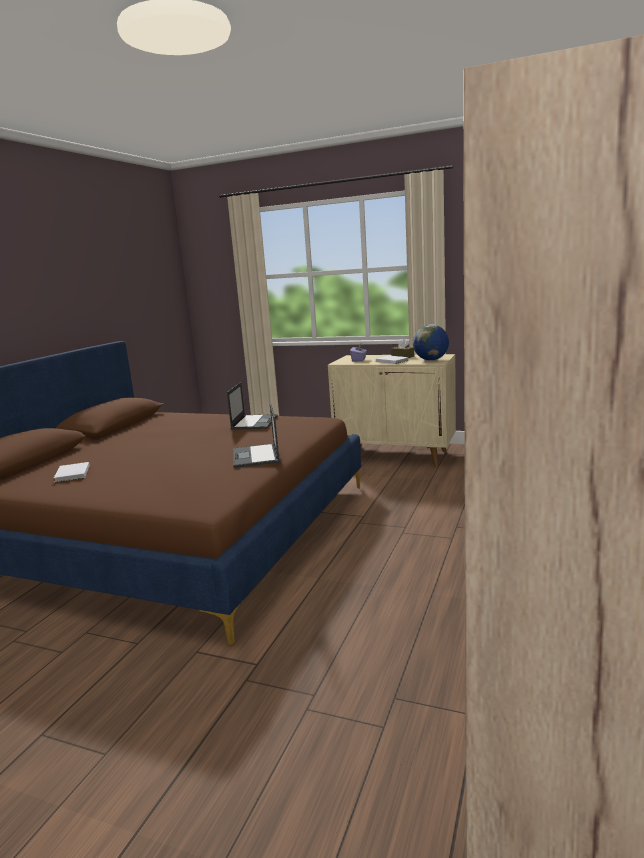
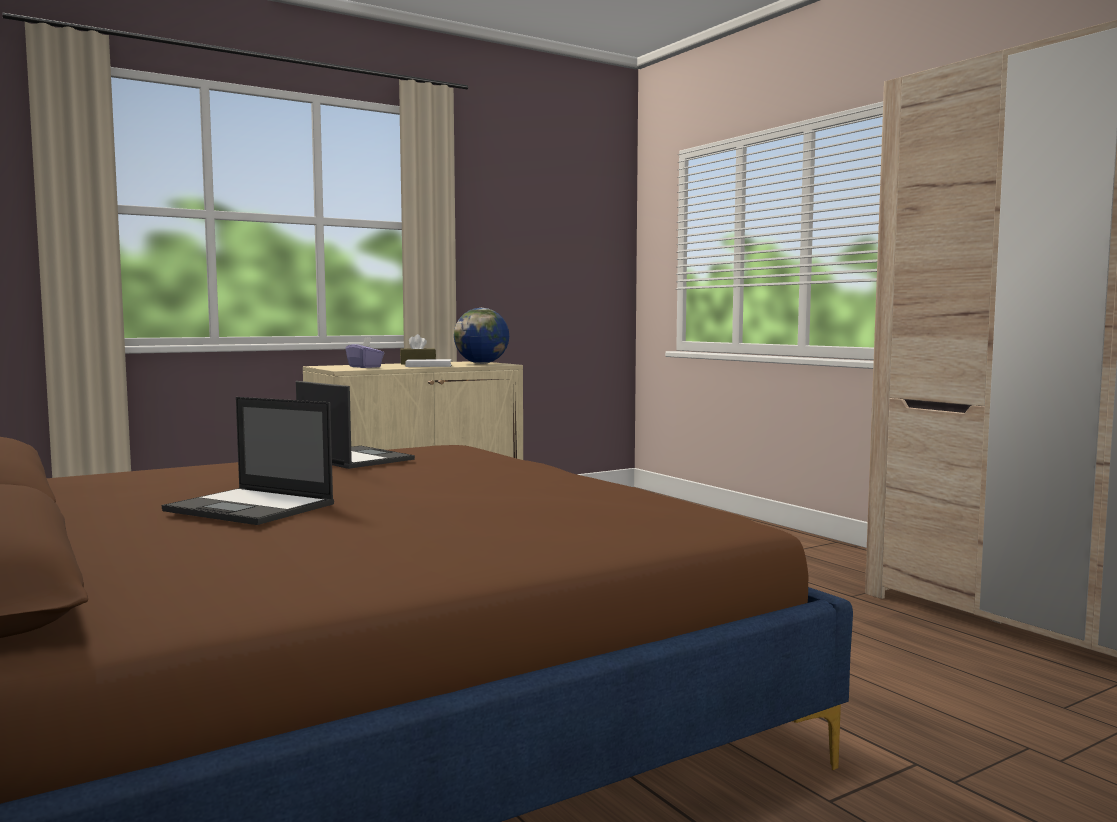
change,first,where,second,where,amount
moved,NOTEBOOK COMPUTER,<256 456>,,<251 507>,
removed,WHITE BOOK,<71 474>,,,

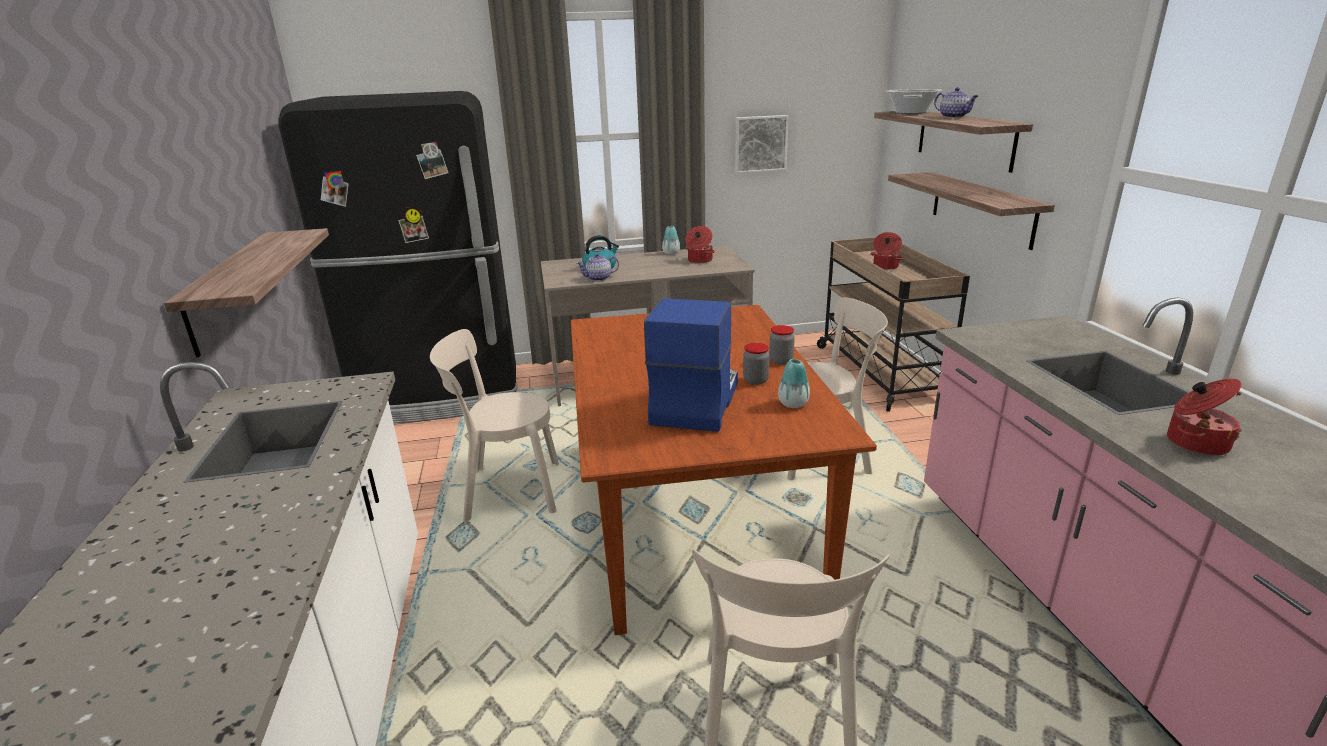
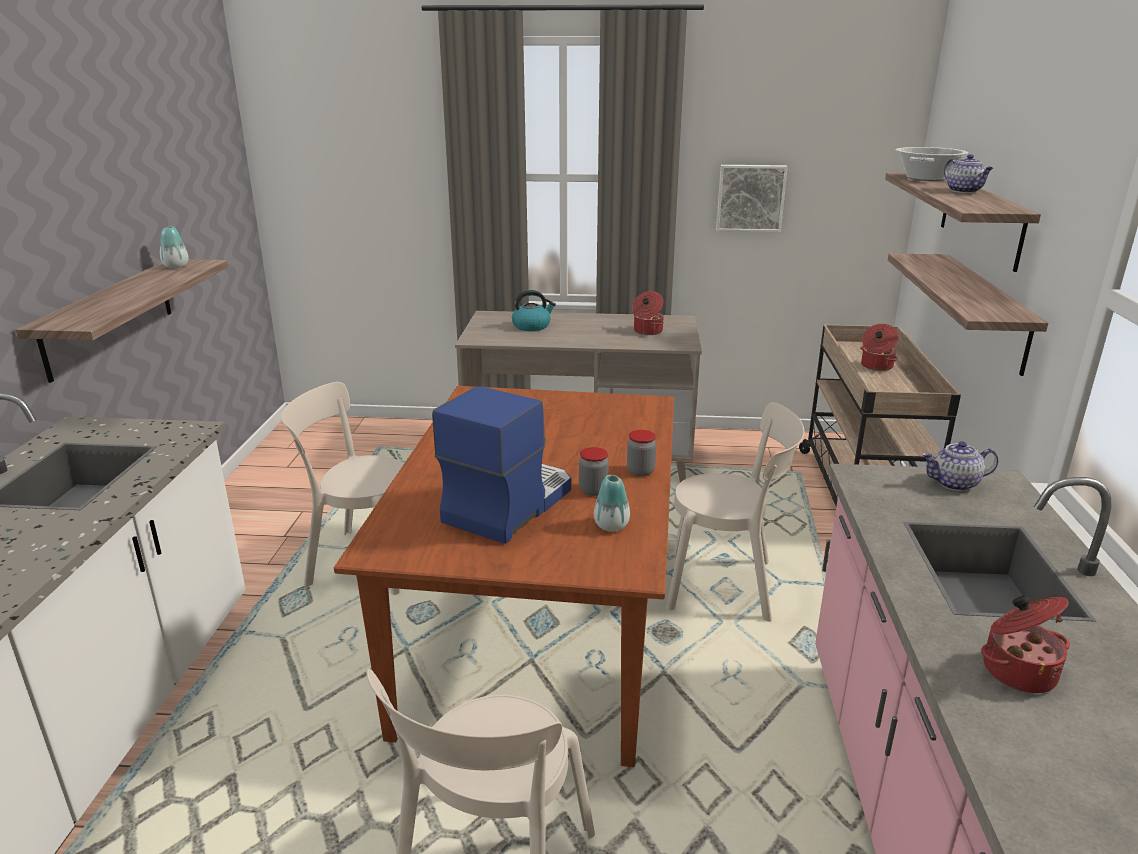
change,first,where,second,where,amount
moved,FLOWER VASE,<671 253>,,<176 266>,
moved,POT FOR TEA,<598 278>,,<954 484>,
removed,BLACKISH FRIDGE,<440 394>,,,

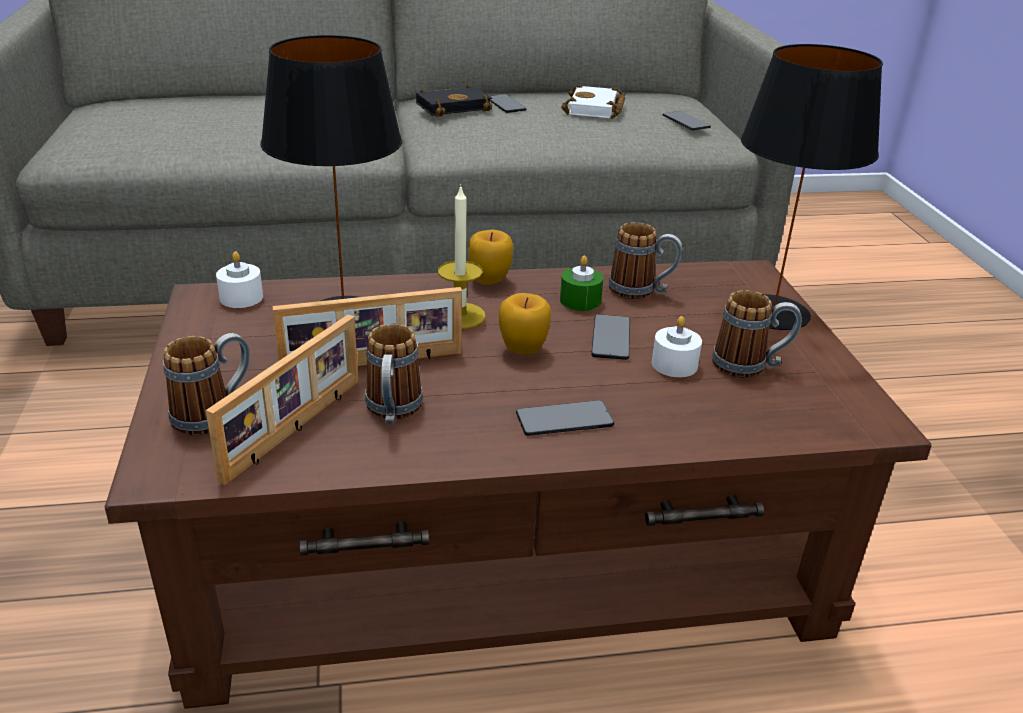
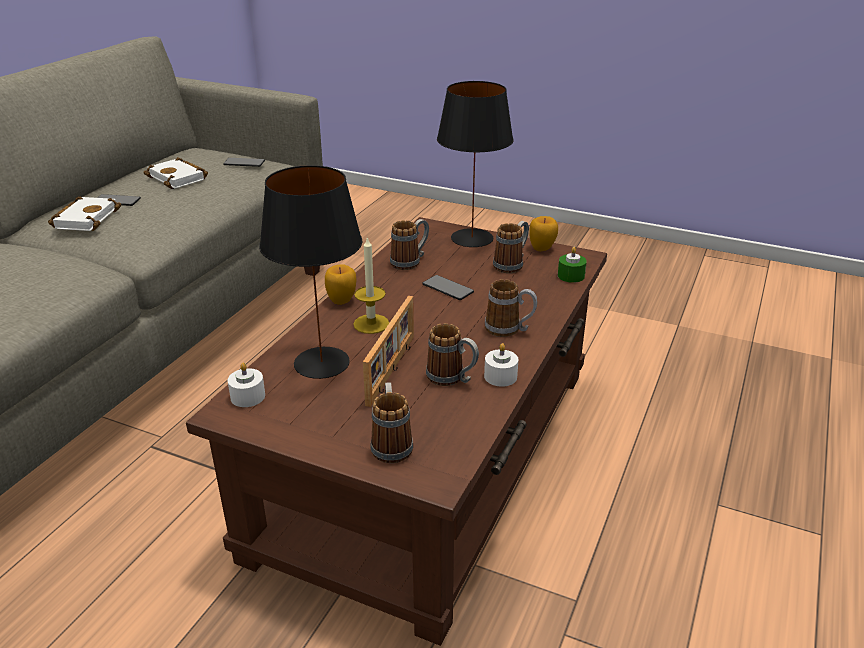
change,first,where,second,where,amount
recoloured,BLACKISH BOOK,<454 106>,WHITE BOOK,<85 218>,
moved,WHITE WAX LIGHT,<674 364>,,<500 376>,
replaced,PHONE,<564 420>,MUG,<509 330>,
moved,WHOLE APPLE,<523 350>,,<542 248>,
moved,GREEN WAX LIGHT,<580 300>,,<571 276>,
removed,PICTURE FRAME,<296 429>,,,

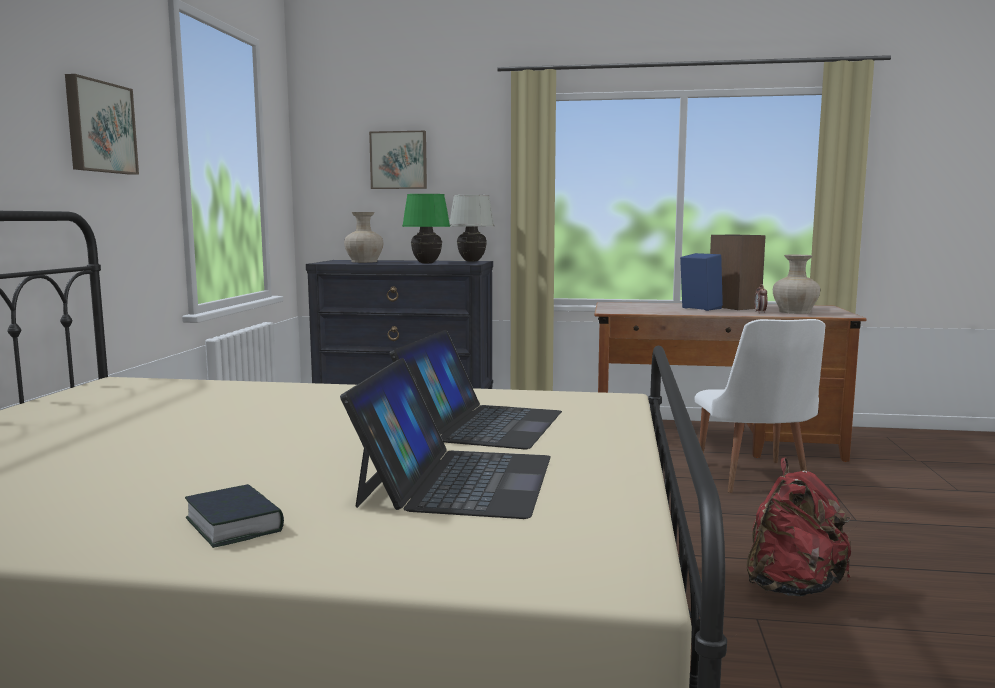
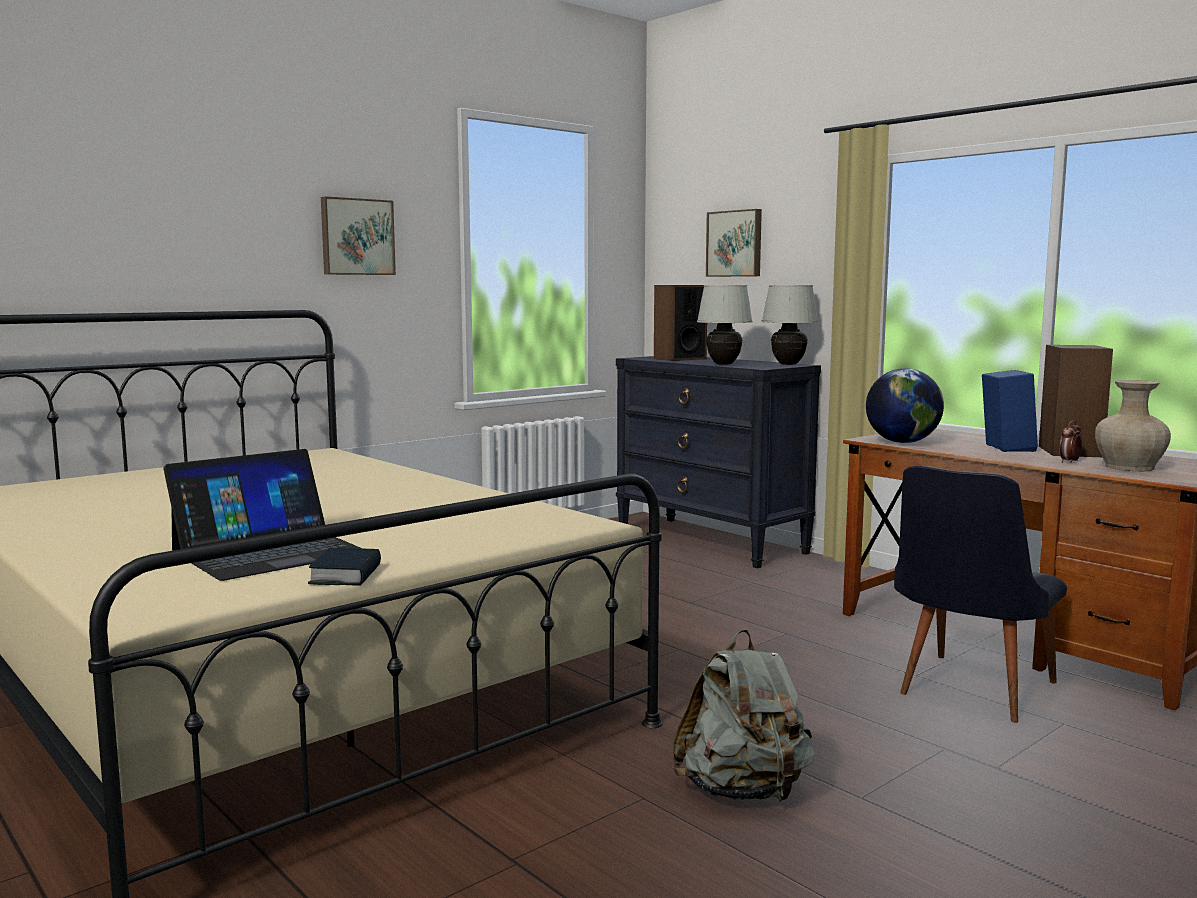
change,first,where,second,where,amount
moved,BOOK,<234 525>,,<346 575>,
replaced,SAND-COLOURED FLOWER VASE,<364 261>,LOUDSPEAKER,<679 359>,
recoloured,RED-COLOURED RUCKSACK,<792 587>,GREYISH RUCKSACK,<743 791>,
recoloured,GREEN TABLE LAMP,<427 263>,WHITE TABLE LAMP,<724 364>,
added,,,WORLD GLOBE,<902 442>,
recoloured,WHITE PLAIN CHAIR,<755 480>,BLACKISH PLAIN CHAIR,<968 692>,
removed,NOTEBOOK COMPUTER,<481 424>,,,

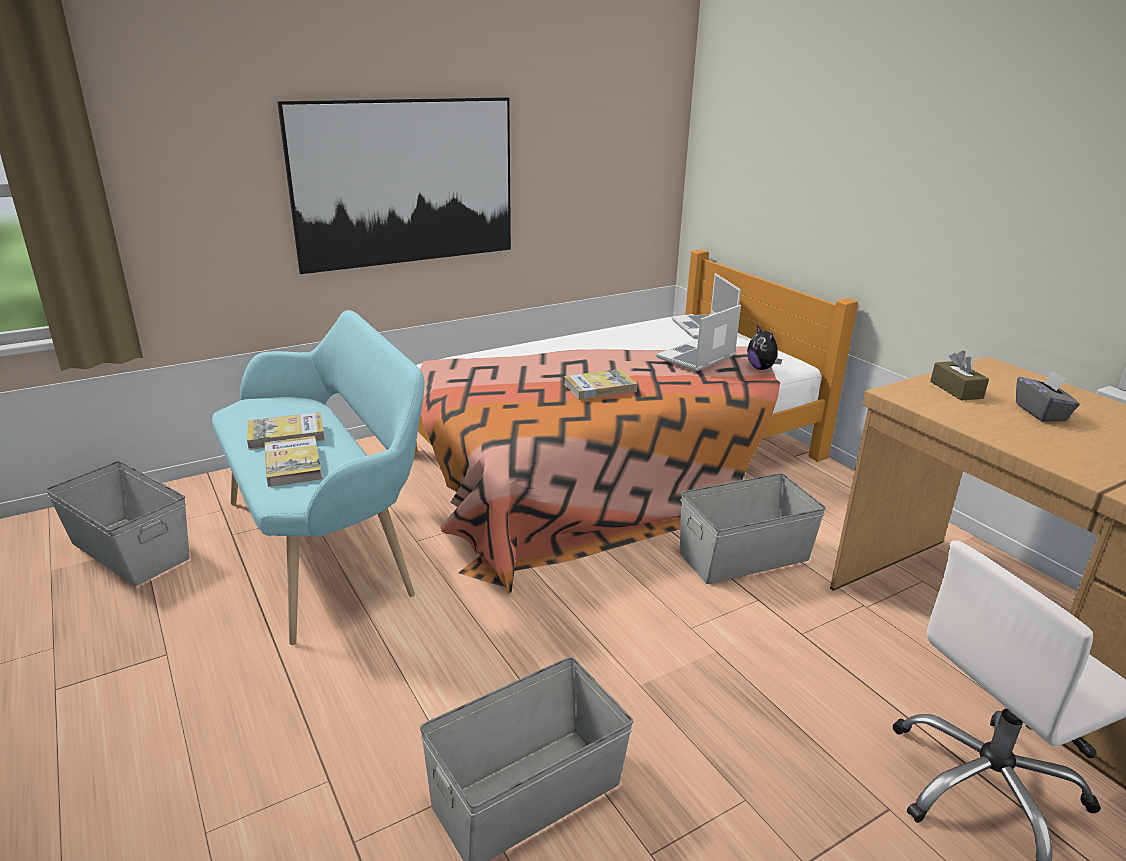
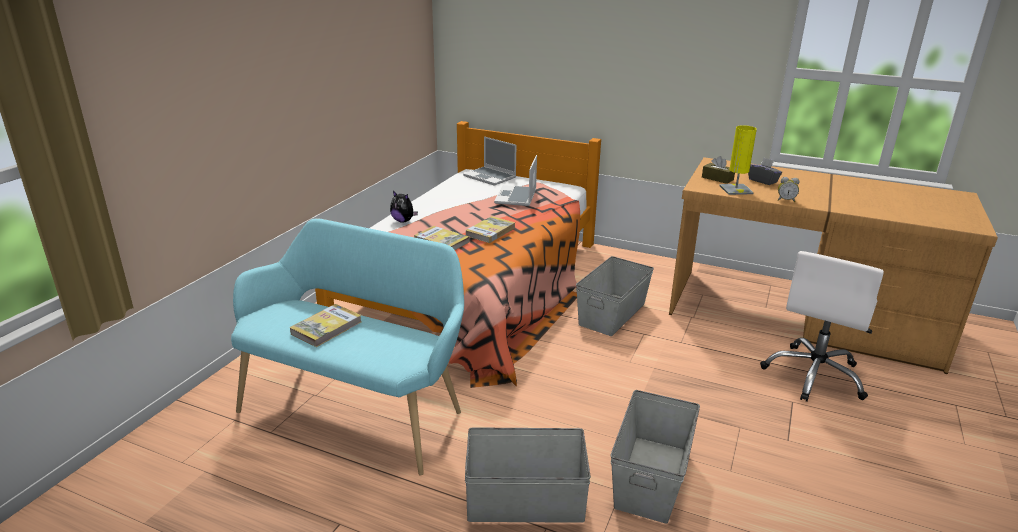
change,first,where,second,where,amount
moved,SOFT TOY,<761 368>,,<403 221>,
moved,BOOK,<293 464>,,<441 241>,
moved,GREYISH STORAGE BOX,<130 549>,,<524 500>,
added,,,YELLOWISH TABLE LAMP,<736 190>,
added,,,BEDSIDE CLOCK,<785 200>,
removed,WALL PICTURE,<405 183>,,,

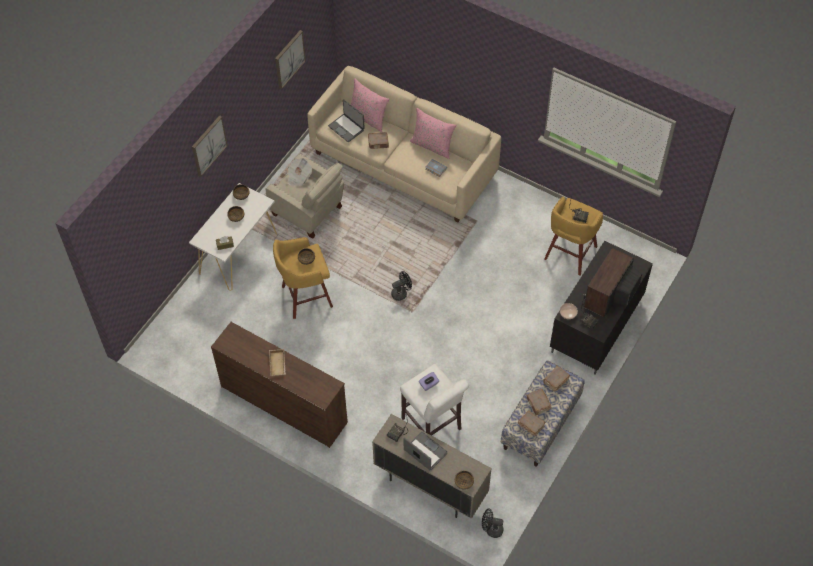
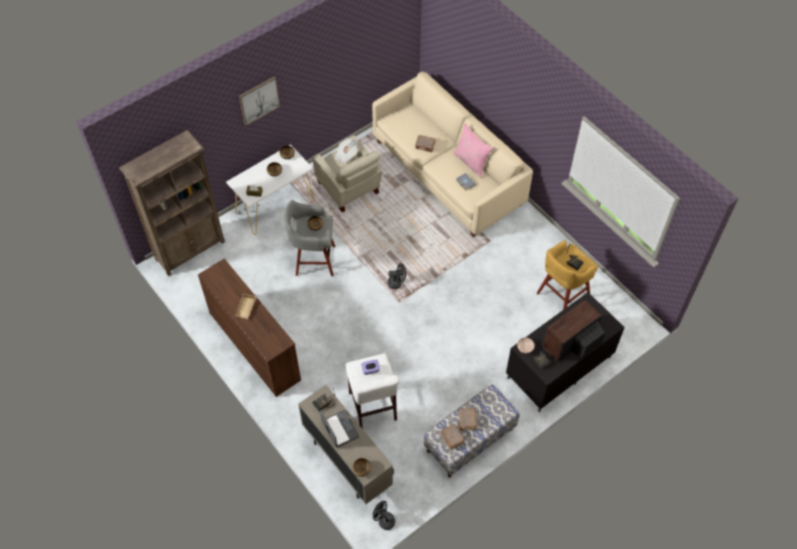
change,first,where,second,where,amount
added,,,BROWN-COLOURED BOOKSHELF,<190 250>,
recoloured,YELLOWISH SITTING STOOL,<305 297>,GREYISH SITTING STOOL,<313 260>,
removed,WALL PICTURE,<289 59>,,,
removed,NOTEBOOK COMPUTER,<346 128>,,,
removed,PINKISH PILLOW,<368 118>,,,
removed,BROWN-COLOURED BOOK,<555 381>,,,

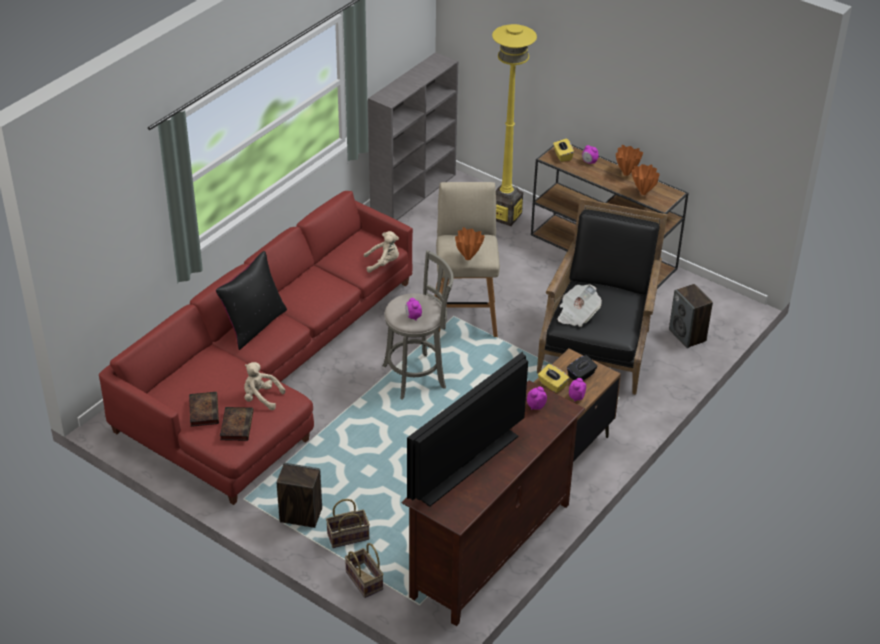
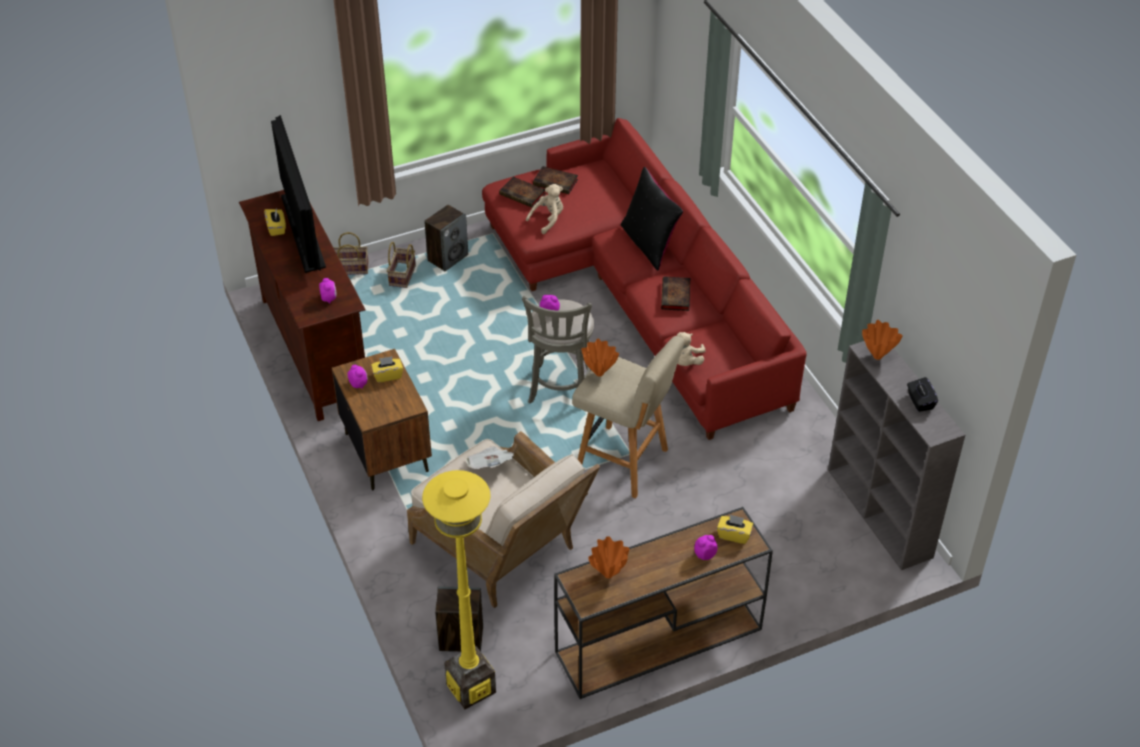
change,first,where,second,where,amount
added,,,YELLOWISH TISSUE BOX,<276 228>,
recoloured,BLACKISH LOUNGE CHAIR,<599 344>,SAND-COLOURED LOUNGE CHAIR,<504 551>,
moved,YELLOWISH FLOOR LAMP,<505 216>,,<470 687>,
added,,,BOOK,<676 297>,
moved,ORANGE FLOWER VASE,<626 174>,,<876 356>,
moved,BLACKISH TISSUE BOX,<581 375>,,<920 402>,

